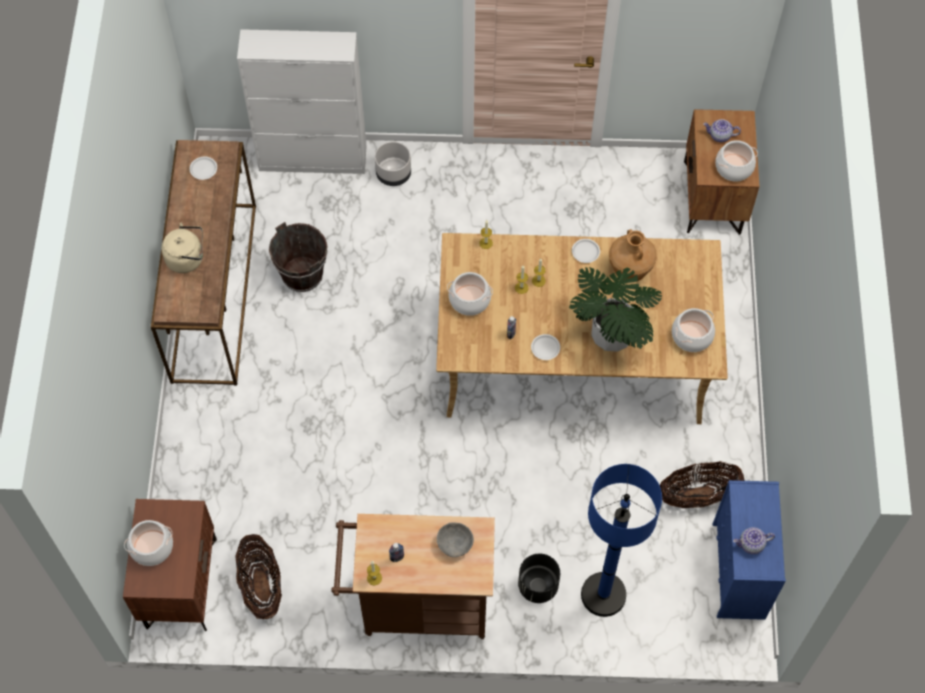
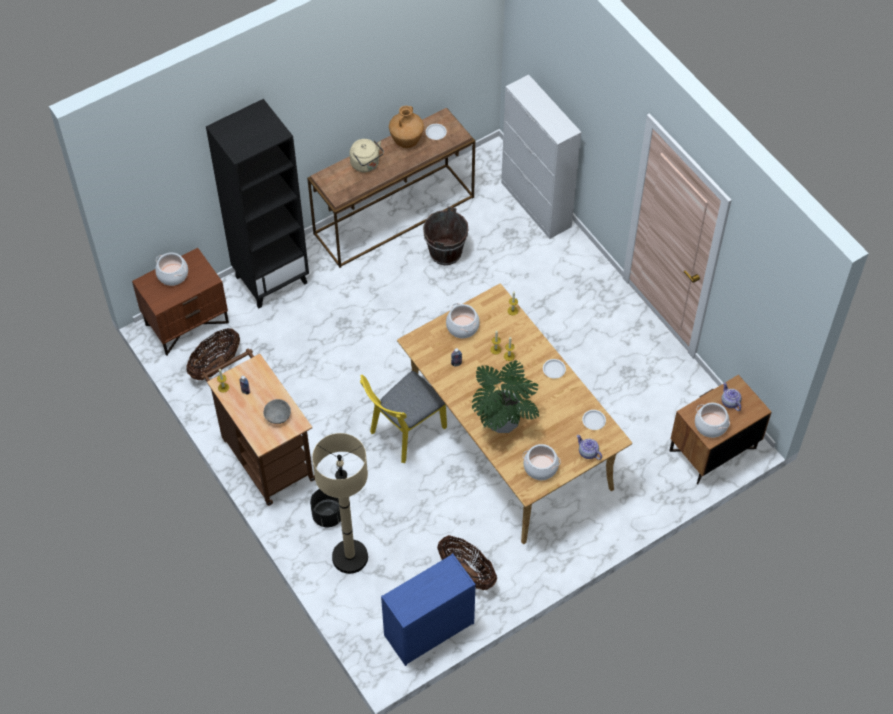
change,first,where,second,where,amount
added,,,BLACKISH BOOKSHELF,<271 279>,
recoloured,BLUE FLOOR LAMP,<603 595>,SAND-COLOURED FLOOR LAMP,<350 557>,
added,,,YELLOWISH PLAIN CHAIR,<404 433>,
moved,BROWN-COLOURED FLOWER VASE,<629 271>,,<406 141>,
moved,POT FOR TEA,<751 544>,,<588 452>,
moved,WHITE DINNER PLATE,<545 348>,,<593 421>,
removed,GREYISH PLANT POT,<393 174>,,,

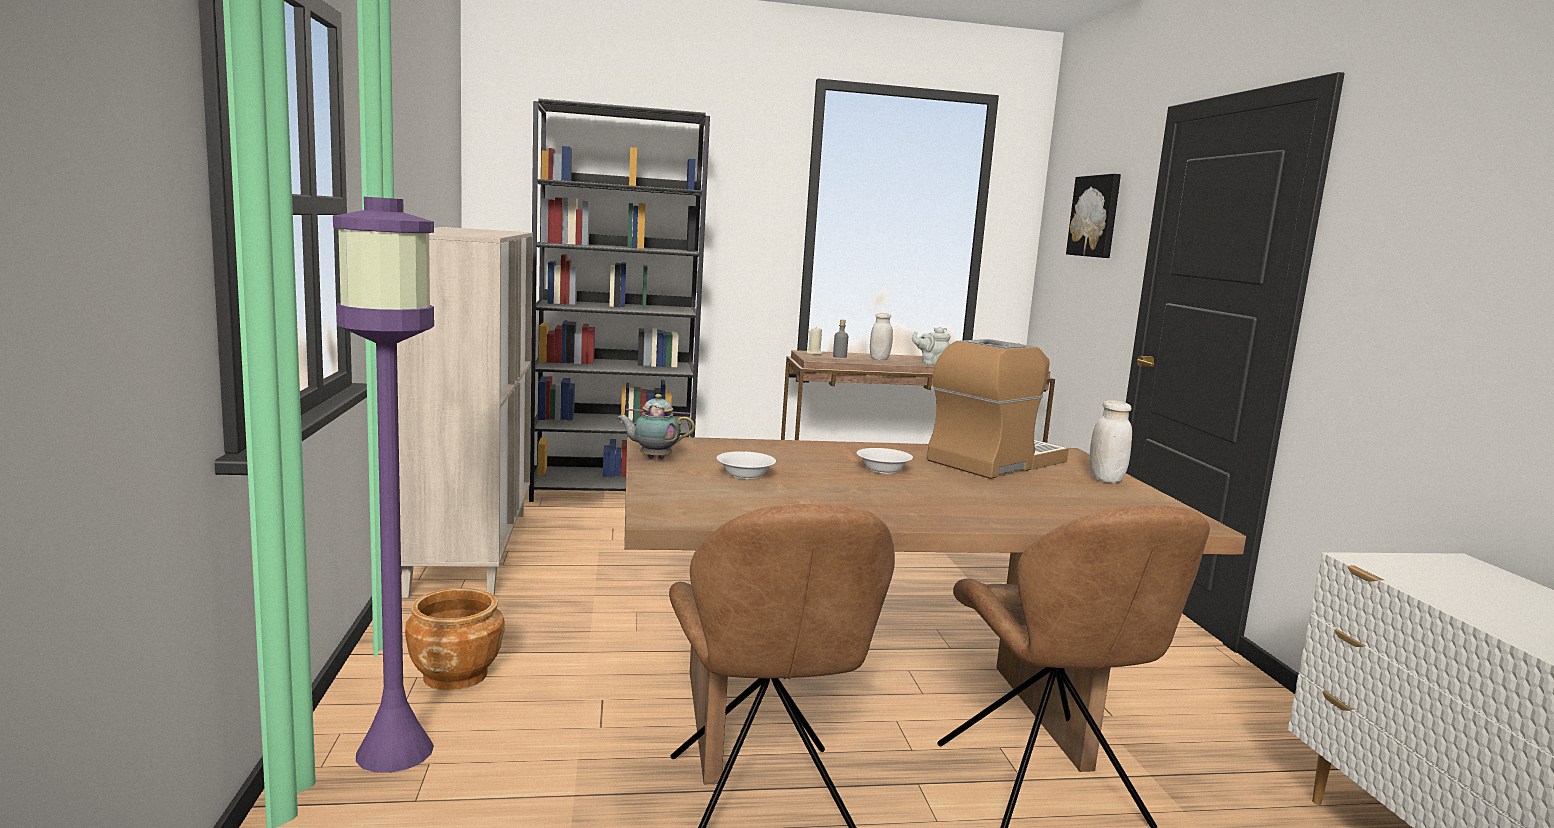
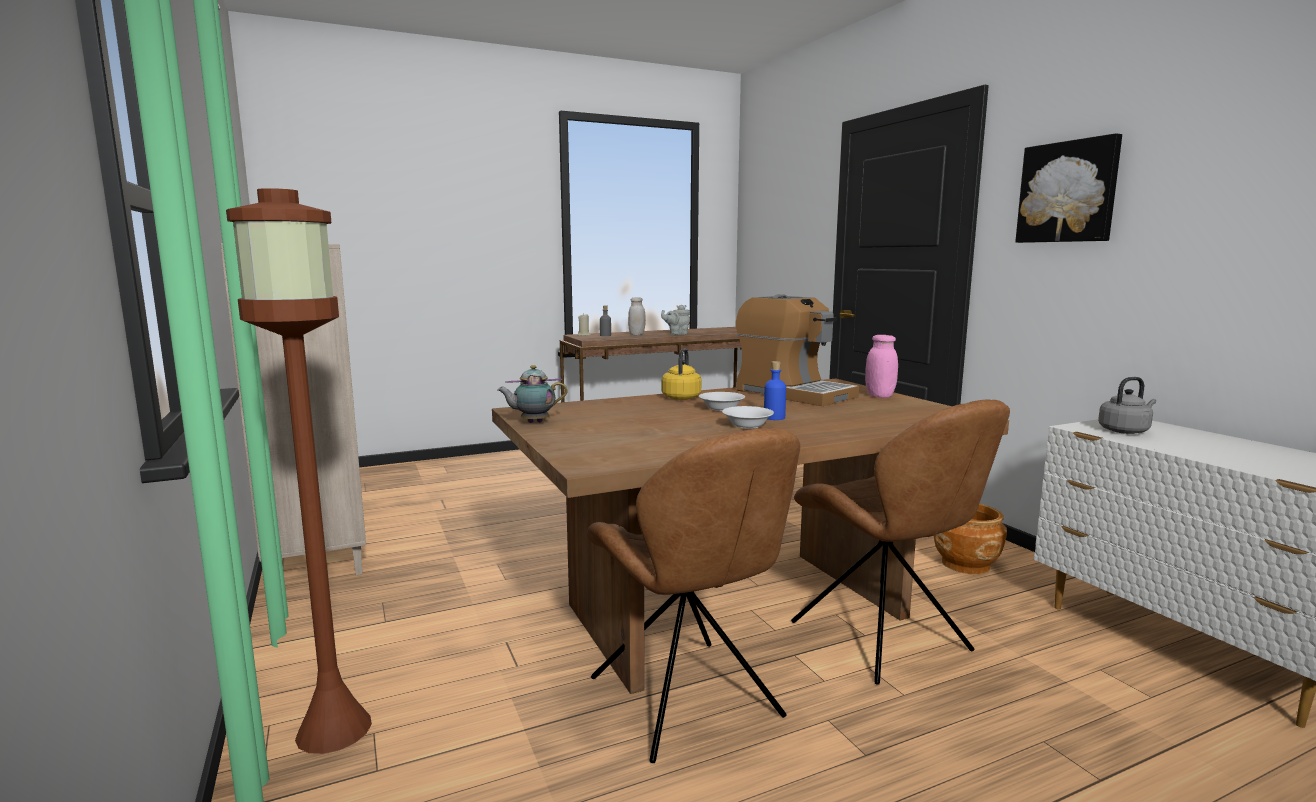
change,first,where,second,where,amount
recoloured,PURPLE-COLOURED FLOOR LAMP,<395 752>,BROWN-COLOURED FLOOR LAMP,<334 730>,
added,,,YELLOWISH WATER KETTLE,<682 397>,
moved,WHITE DEEP DISH,<746 475>,,<747 425>,
turned,COFFEE MAKER,<995 462>,,<793 393>,105 degrees clockwise
added,,,BLUE BEVERAGE BOTTLE,<774 417>,
recoloured,WHITE JAR,<1106 479>,PINKISH JAR,<879 396>,
moved,BROWN-COLOURED PLANT POT,<455 675>,,<966 564>,
moved,WALL PICTURE,<1096 216>,,<1068 192>,
added,,,GREYISH WATER KETTLE,<1125 431>,
removed,BLACKISH BOOKSHELF,<613 491>,,,

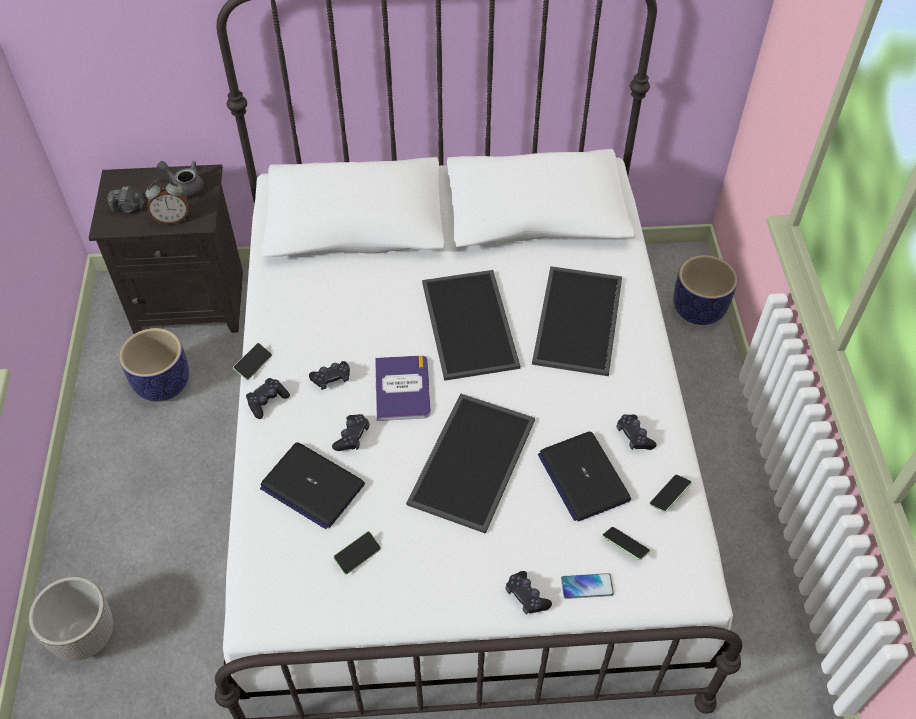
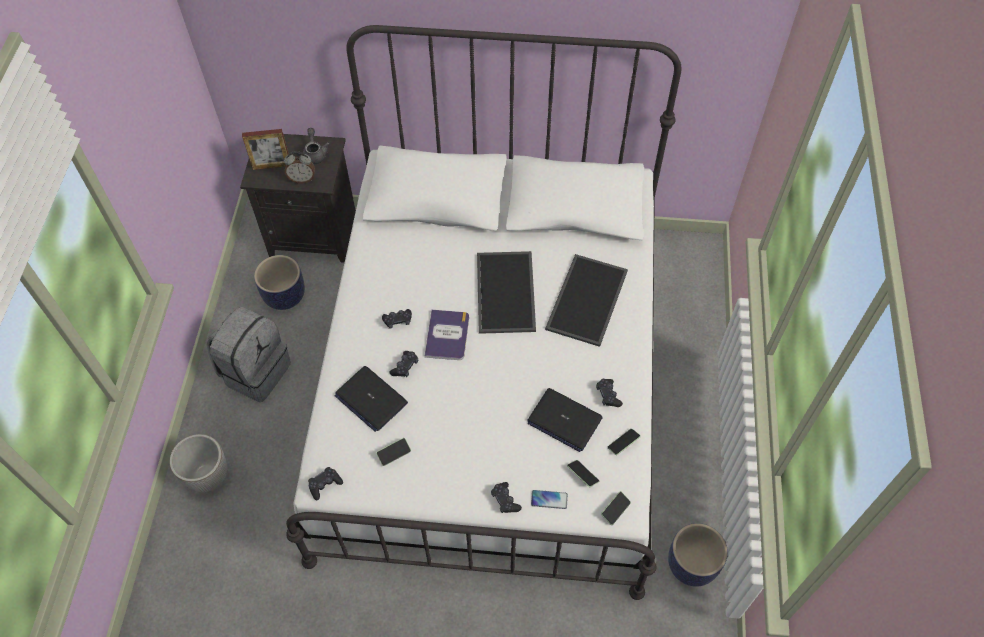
change,first,where,second,where,amount
added,,,GREYISH RUCKSACK,<255 371>,
replaced,PHOTO CAMERA,<128 208>,PICTURE FRAME,<271 166>,
turned,GREYISH POT FOR TEA,<185 187>,,<315 153>,45 degrees clockwise
moved,BLACKISH GAMEPAD,<267 401>,,<325 485>,
turned,NOTEBOOK COMPUTER,<583 477>,,<564 420>,45 degrees counterclockwise
moved,PHONE,<253 365>,,<615 510>,
moved,PLANT POT,<697 309>,,<691 564>,
removed,TRAY,<470 459>,,,

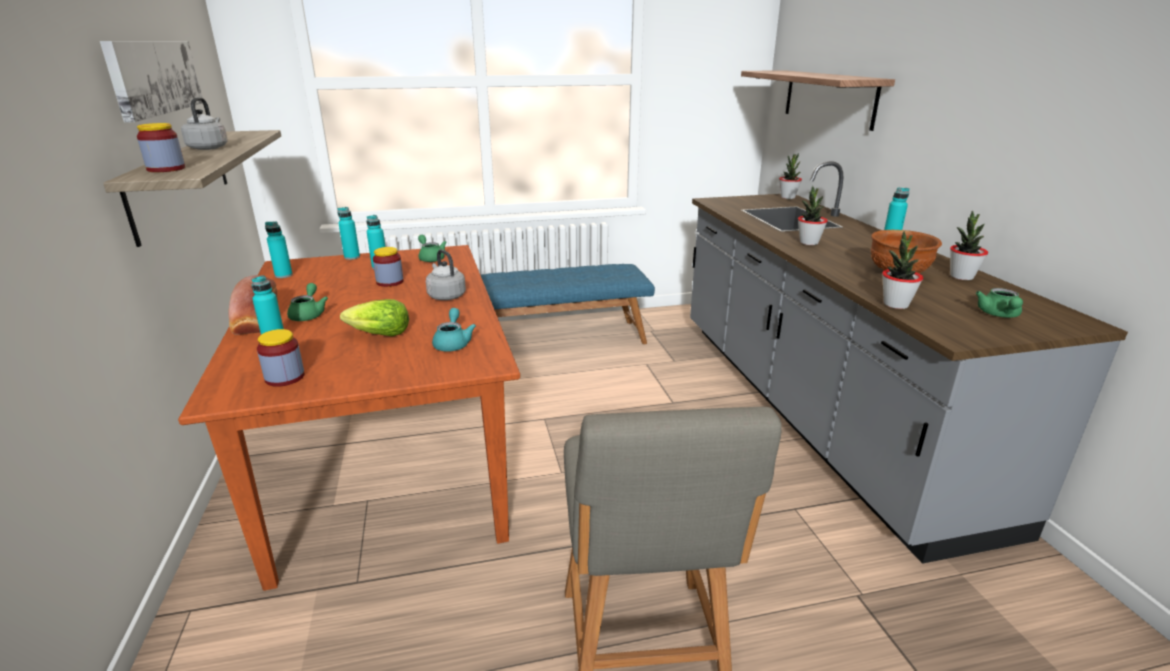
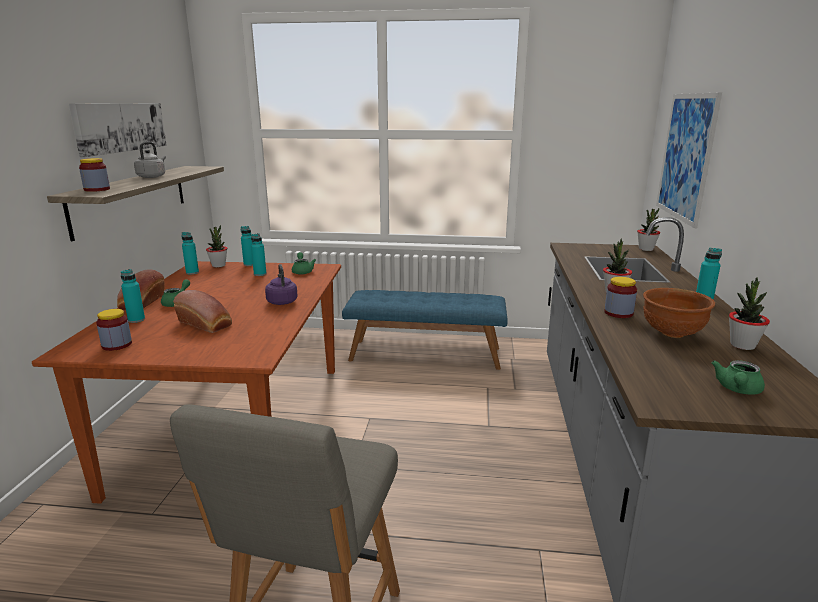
change,first,where,second,where,amount
replaced,HEAD OF LETTUCE,<379 335>,BAKED BREAD,<206 324>,
moved,POTTED PLANT,<895 304>,,<218 265>,
recoloured,GREYISH WATER KETTLE,<446 296>,PURPLE-COLOURED WATER KETTLE,<282 301>,
moved,JAR,<390 282>,,<618 313>,
replaced,BRACKET SHELF,<828 98>,WALL PICTURE,<685 156>,
removed,TURQUOISE-COLOURED POT FOR TEA,<453 343>,,,

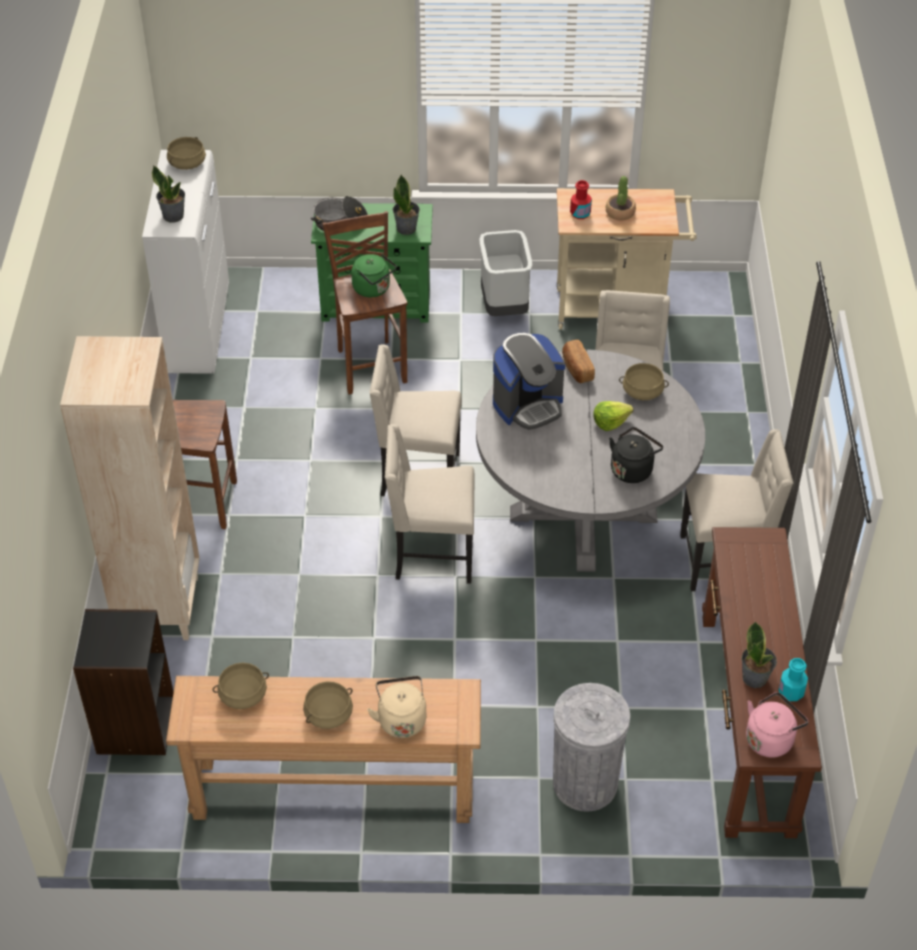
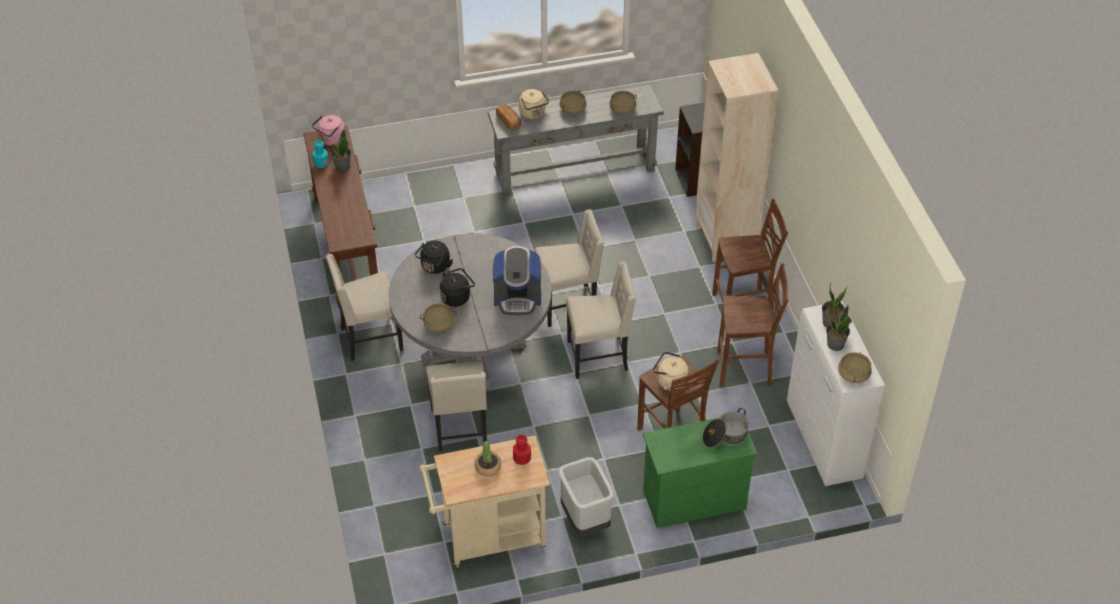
change,first,where,second,where,amount
replaced,HEAD OF LETTUCE,<610 422>,BLACKISH WATER KETTLE,<457 297>,
recoloured,BROWN-COLOURED NARROW TABLE,<333 790>,GREYISH NARROW TABLE,<575 171>,
turned,COFFEE MAKER,<528 405>,,<517 298>,135 degrees counterclockwise
moved,BAKED BREAD,<576 369>,,<509 121>,
recoloured,GREEN WATER KETTLE,<373 289>,SAND-COLOURED WATER KETTLE,<670 382>,
added,,,BROWN-COLOURED SITTING STOOL,<745 370>,
moved,POTTED PLANT,<406 228>,,<835 344>,
removed,GREYISH RUBBISH BIN,<585 783>,,,

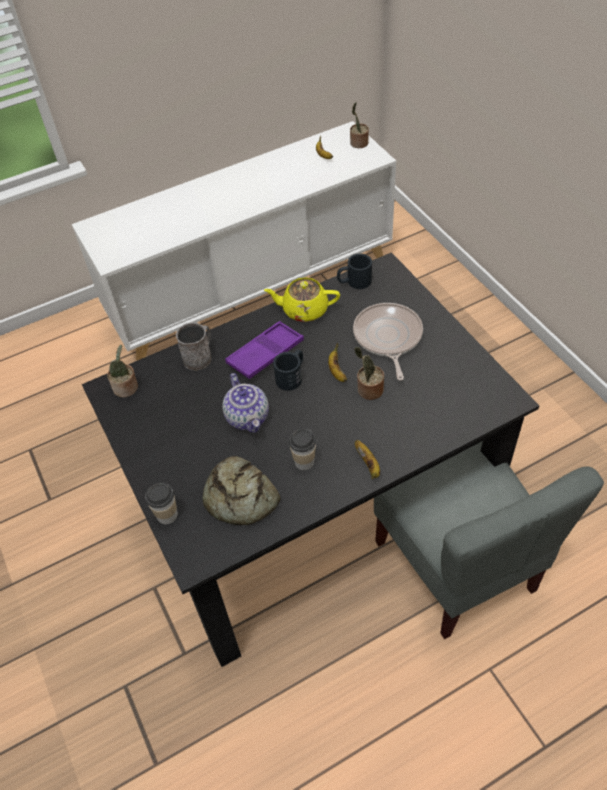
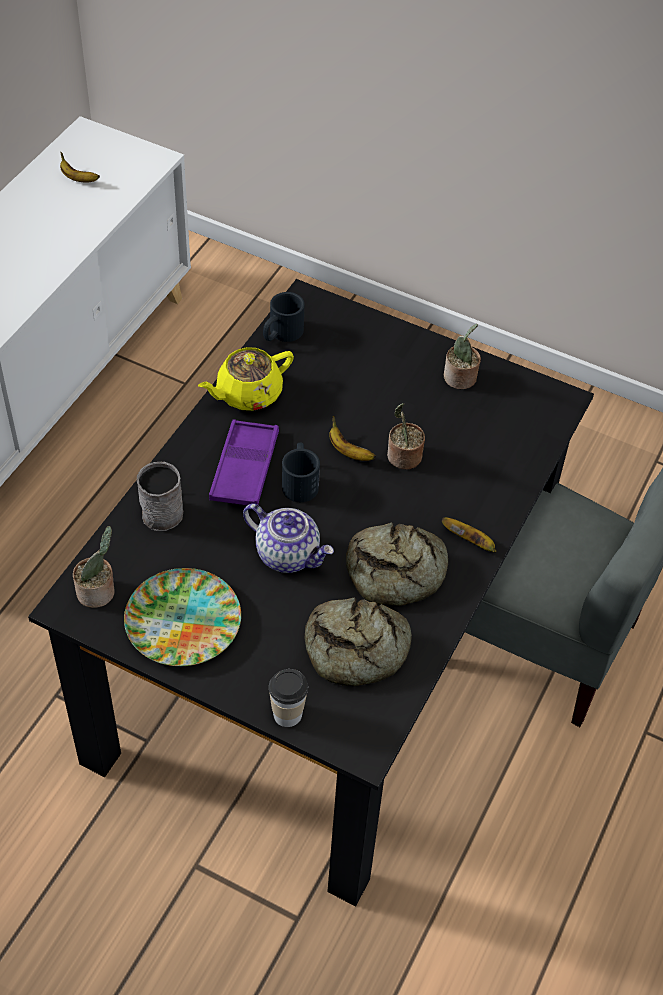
change,first,where,second,where,amount
added,,,DINNER PLATE,<182 621>,
replaced,DRINKING CUP,<304 461>,BAKED BREAD,<396 572>,
moved,POTTED PLANT,<358 143>,,<460 379>,
removed,PAN,<387 338>,,,

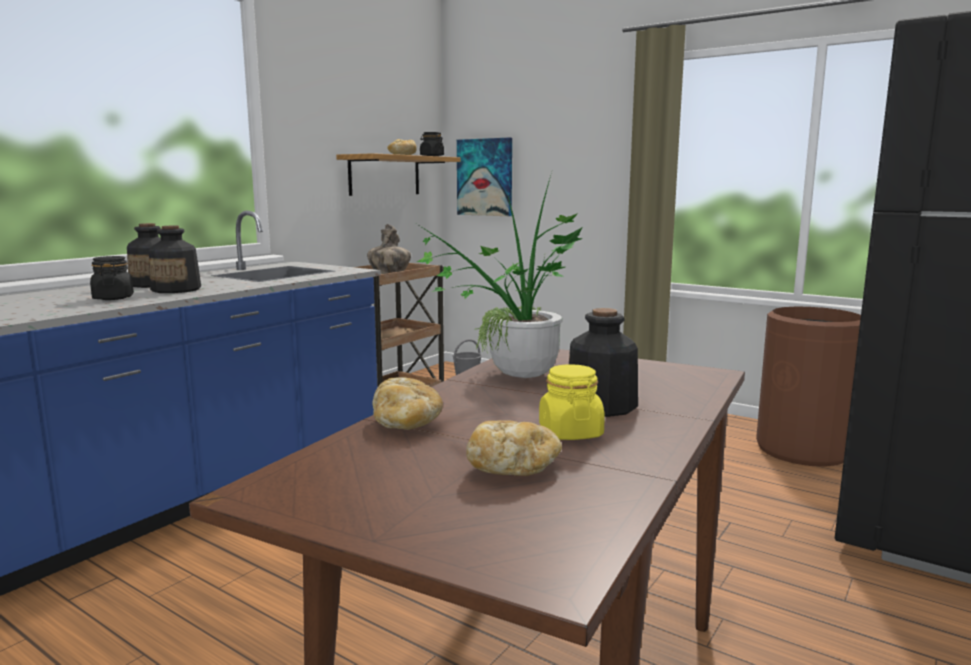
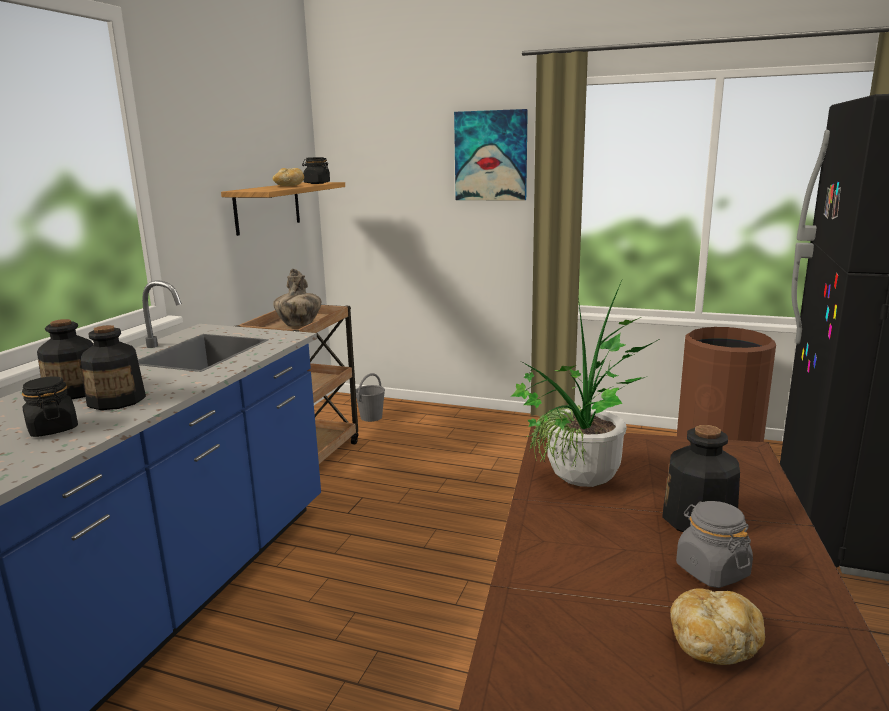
change,first,where,second,where,amount
moved,WALL PICTURE,<485 177>,,<491 156>,
recoloured,YELLOWISH JAR,<570 432>,GREYISH JAR,<711 570>,
removed,BAKED BREAD,<406 424>,,,

